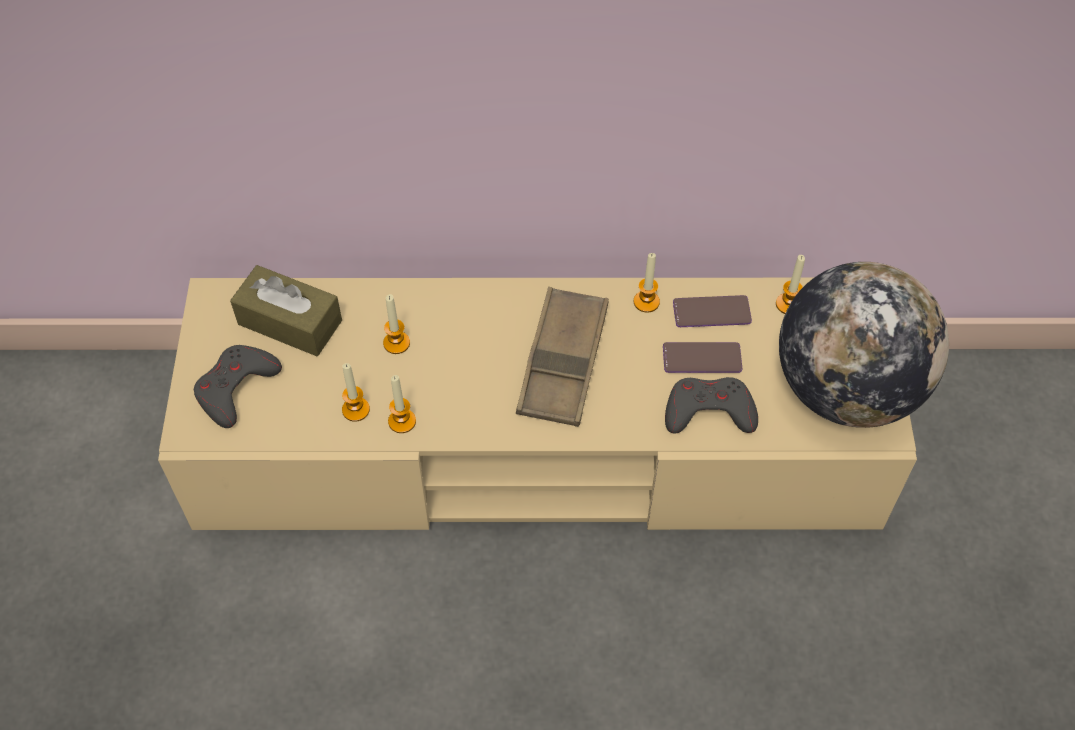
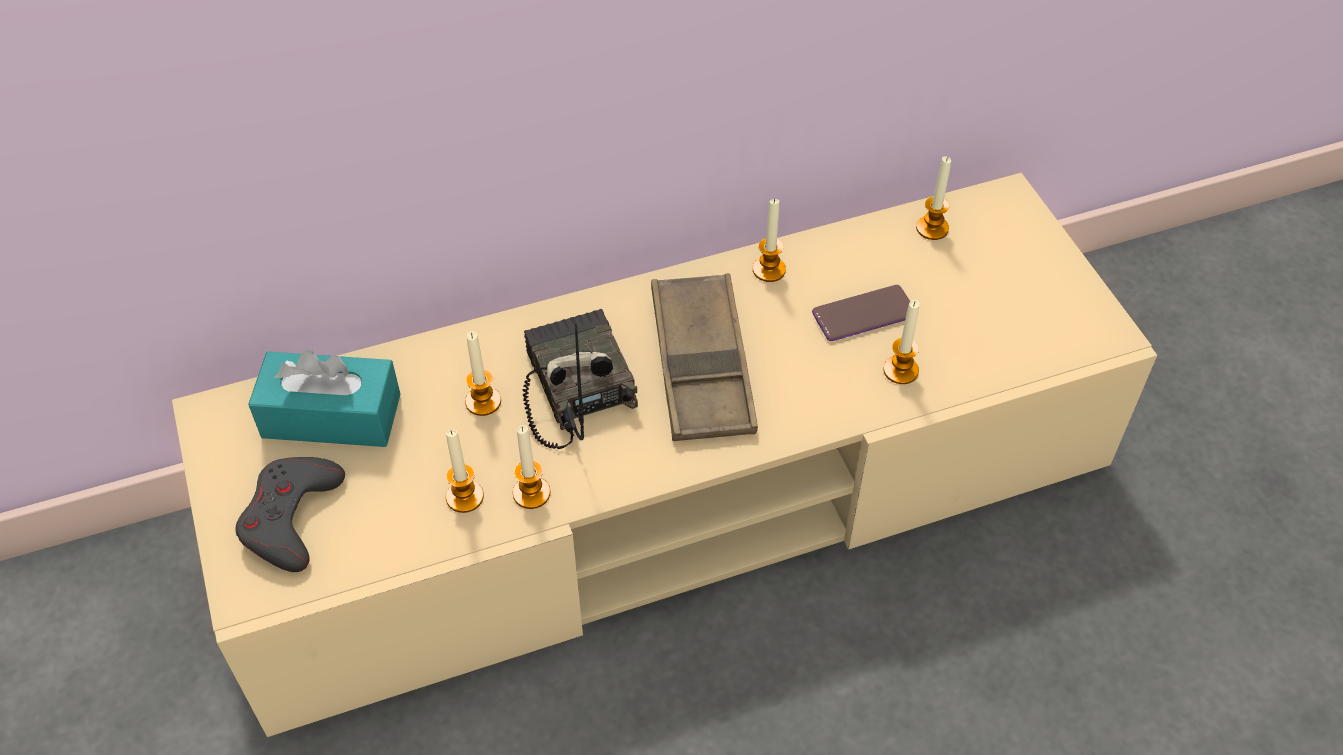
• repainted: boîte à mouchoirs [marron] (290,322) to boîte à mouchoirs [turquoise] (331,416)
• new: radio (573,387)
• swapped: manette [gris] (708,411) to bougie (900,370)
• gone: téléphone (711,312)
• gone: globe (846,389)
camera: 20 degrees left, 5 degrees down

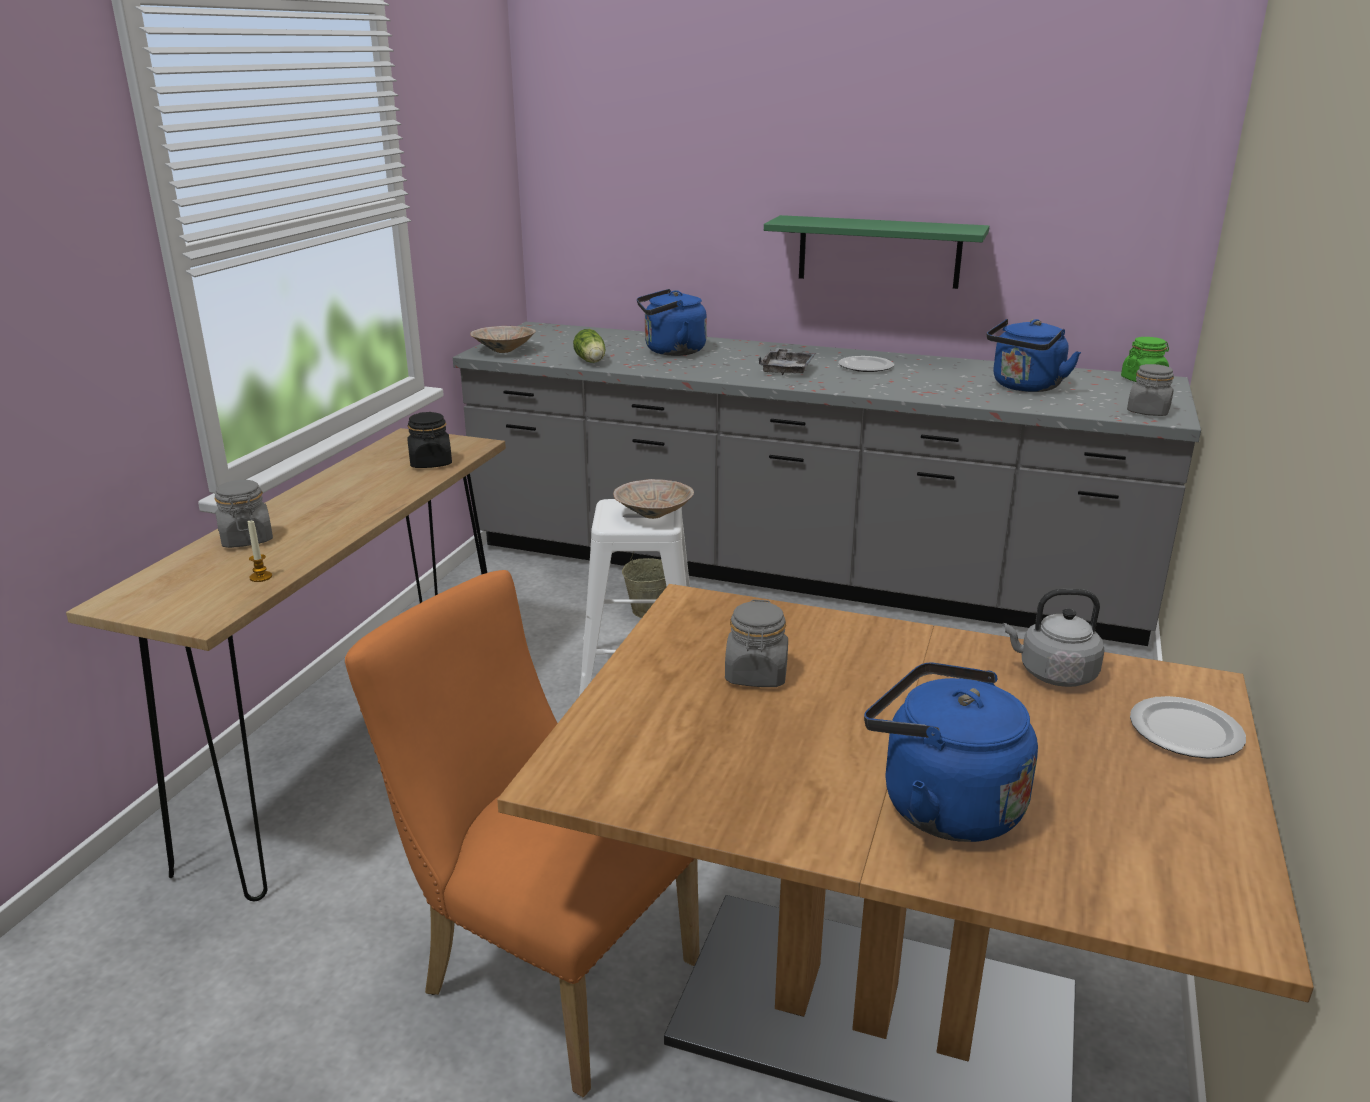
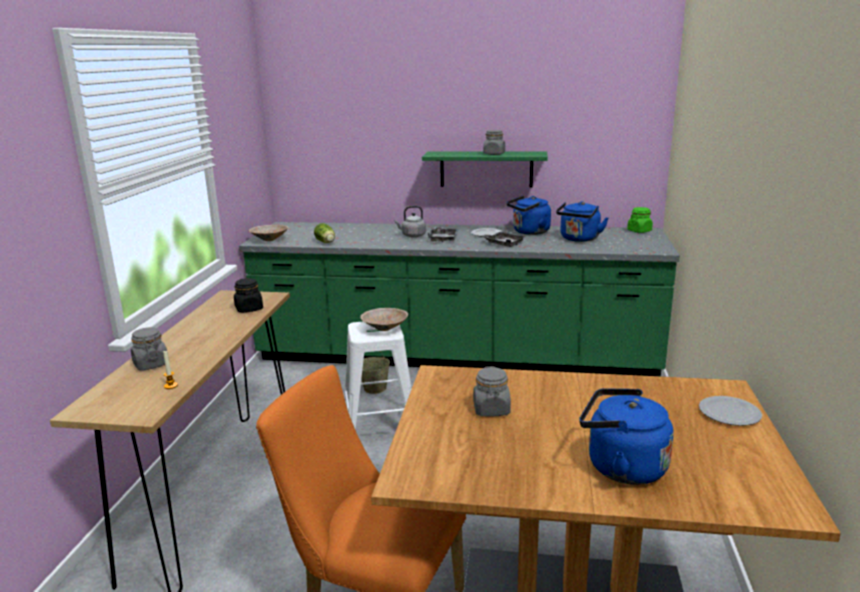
• repainted: comptoir de cuisine [gris] (798,571) to comptoir de cuisine [vert] (455,356)
• shifted: bouilloire [gris] (1053,674) to (412,235)
• new: plateau [gris] (503,244)
• shifted: bocal [gris] (1148,412) to (494,154)
• shifted: bouilloire [bleu] (671,351) to (529,232)
camera: 10 degrees left, 5 degrees down

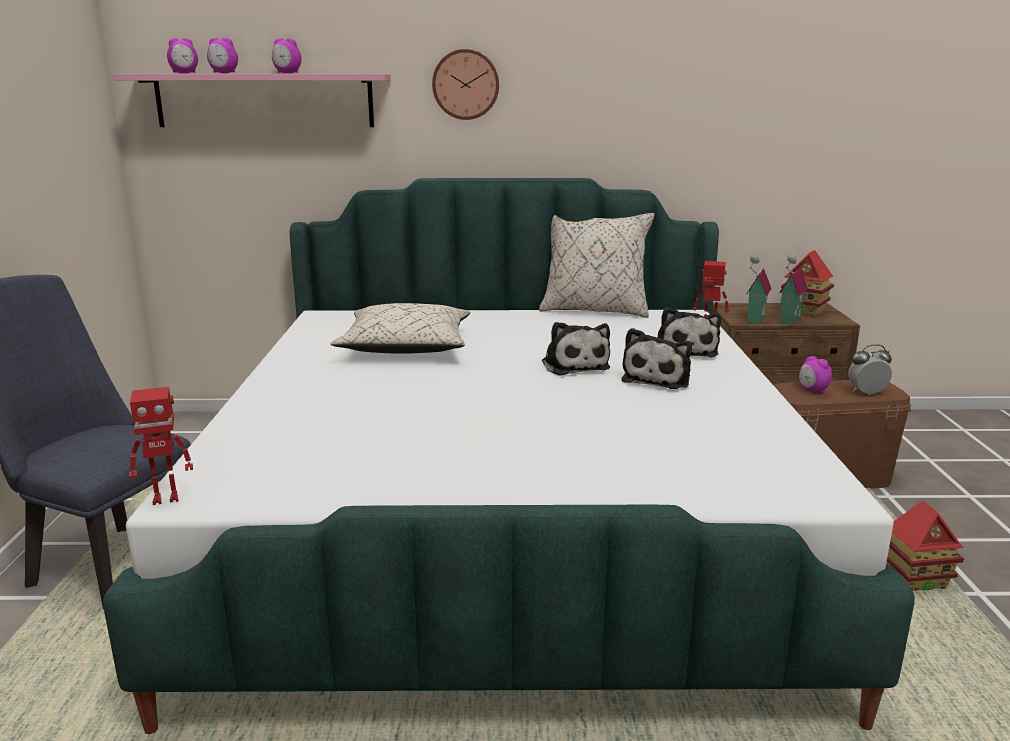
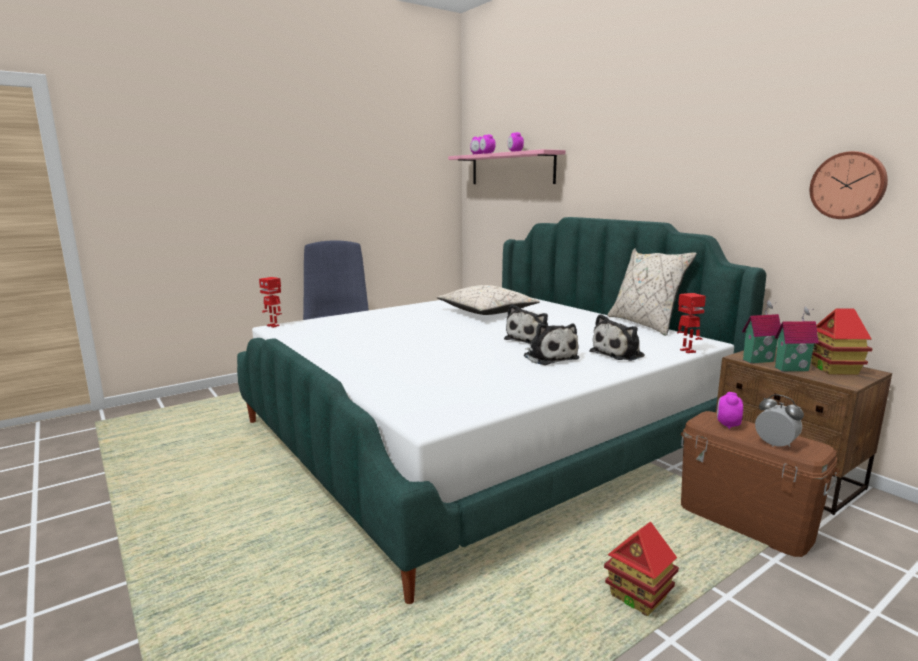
• rotated: peluche (658,378) = (549,357) 105 degrees counterclockwise
• shifted: horloge murale (466,84) to (848,185)
camera: 55 degrees right, 5 degrees down

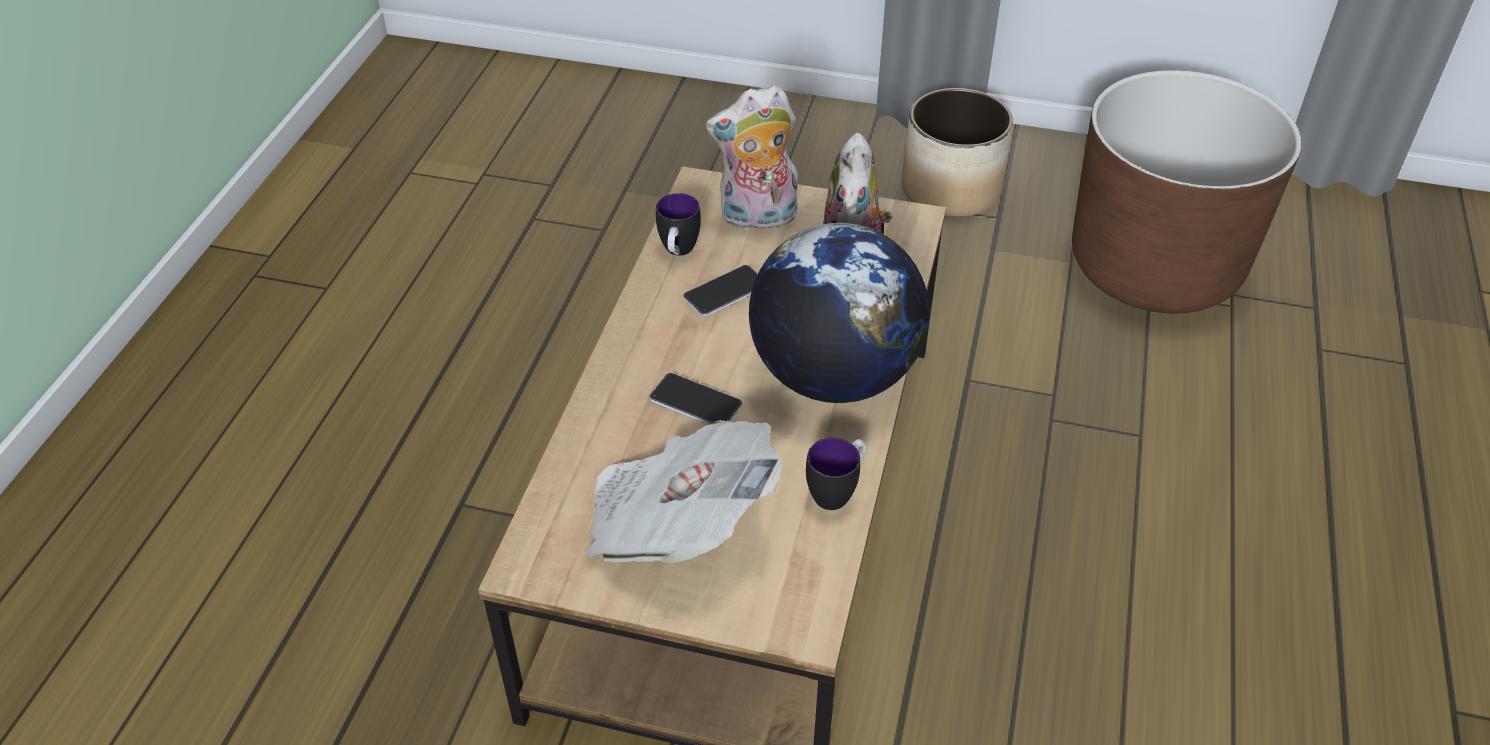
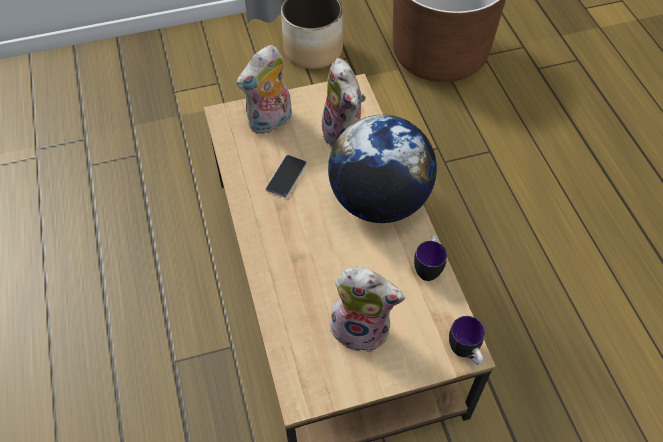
• swapped: journal (678,524) to peluche (362,328)
• shifted: mug (678,252) to (465,353)
• gone: téléphone (695,402)
camera: 30 degrees left, 10 degrees up

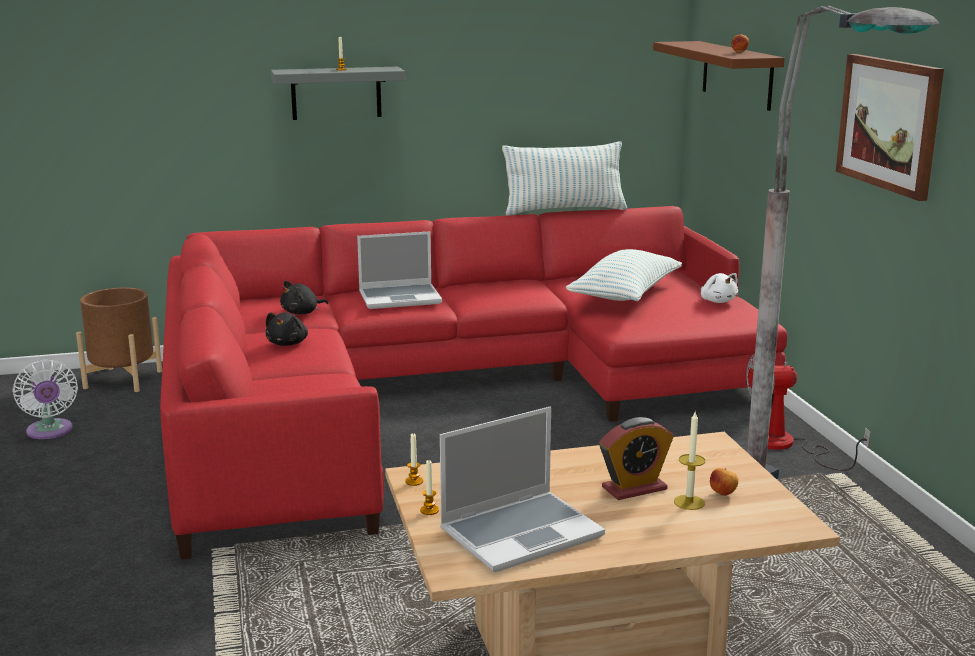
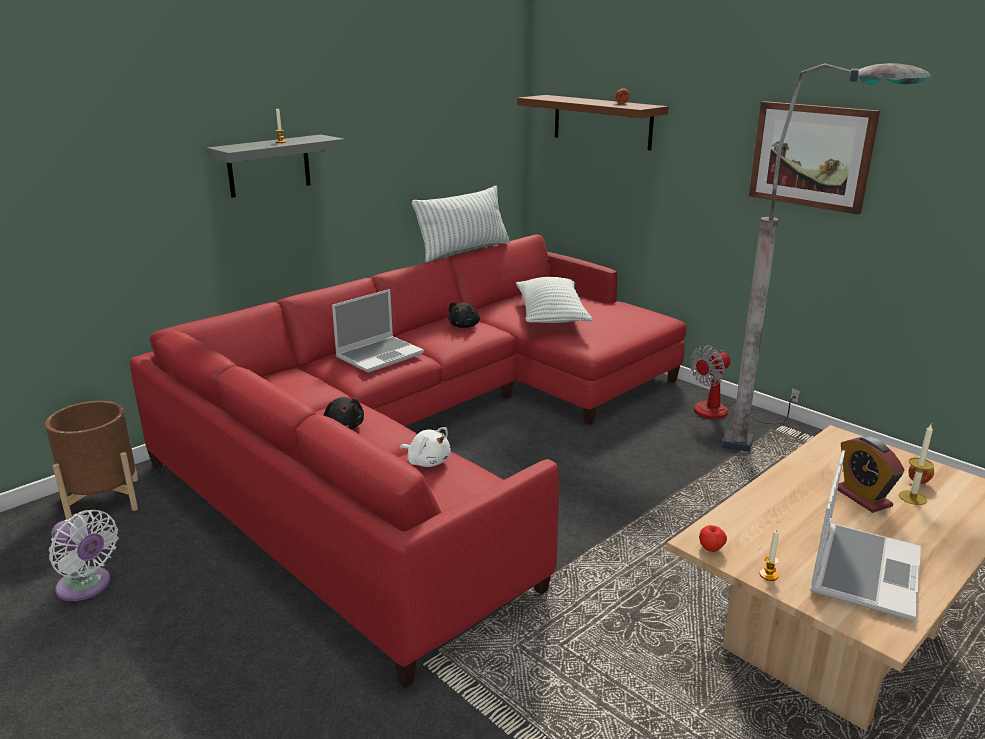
• shifted: peluche [blanc] (717,301) to (427,461)
• shifted: peluche [noir] (302,313) to (465,326)
• swapped: bougie (414,481) to pomme (711,548)
• rotated: réveil (634,488) = (862,497) 120 degrees clockwise
camera: 30 degrees left, 5 degrees up

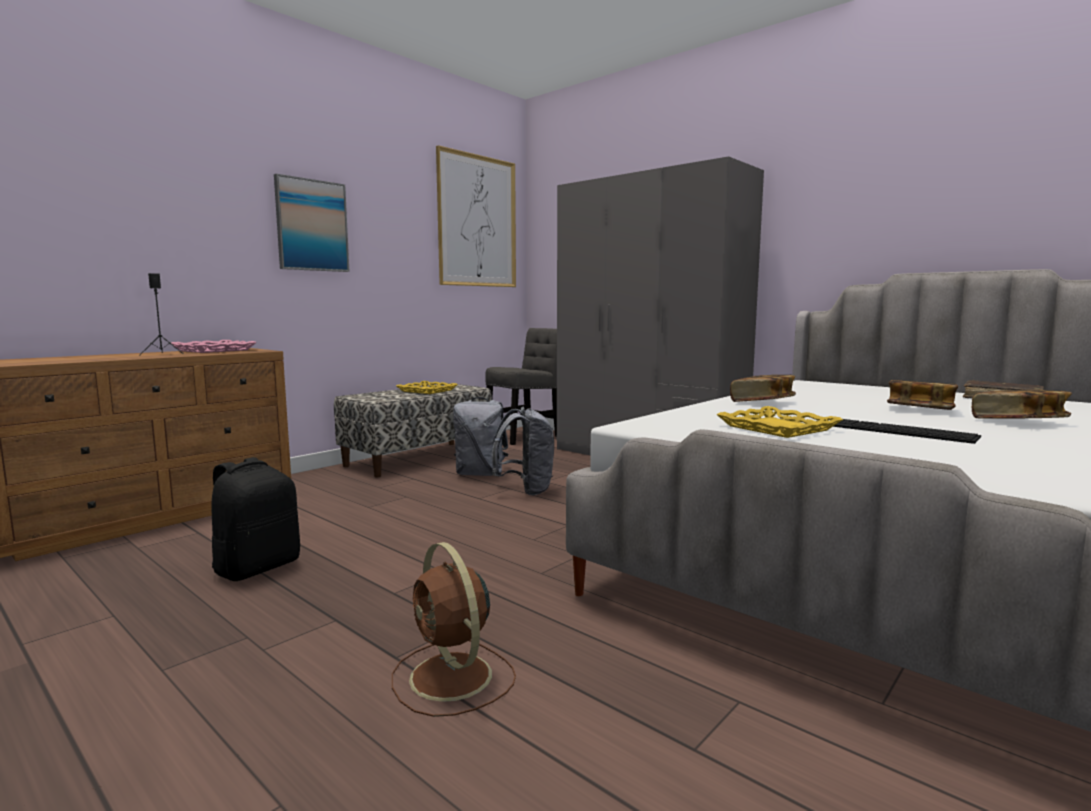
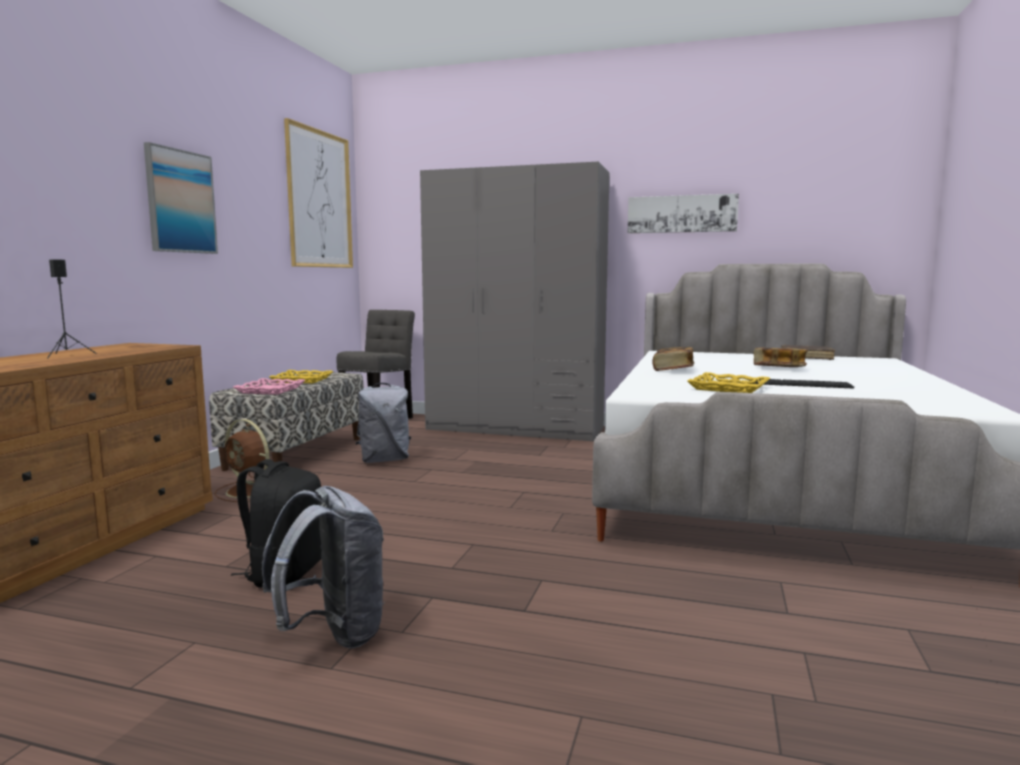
• shifted: ventilateur [marron] (452,678) to (250,491)
• shifted: plateau [rose] (214,350) to (270,390)
• shifted: sac à dos [gris] (525,490) to (333,634)
• new: tableau (681,214)
• gone: livre (1018,422)
camera: 25 degrees left, 0 degrees up

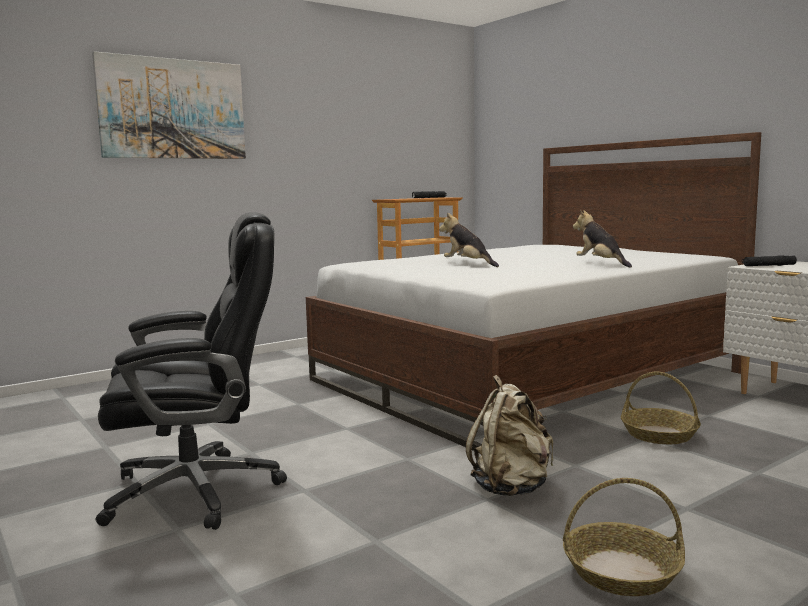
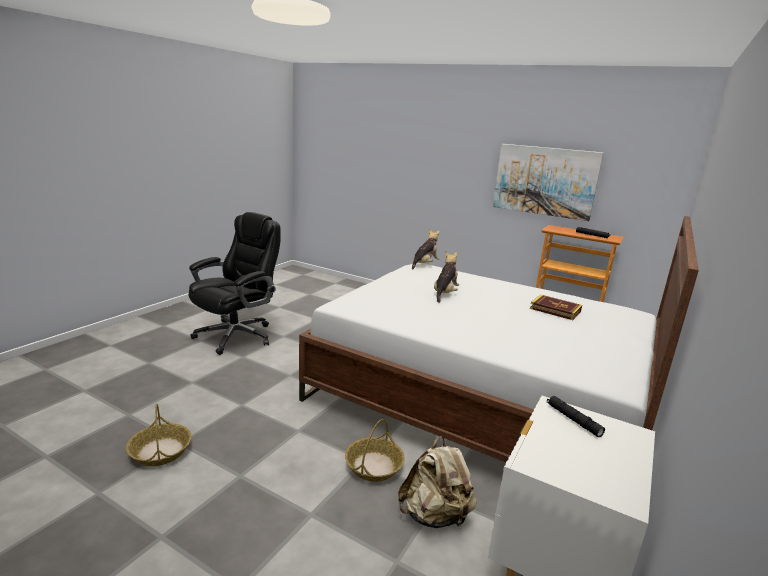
• rotated: chaise de bureau [noir] (198,491) = (236,335) 105 degrees counterclockwise
• shifted: sac à dos [beige] (511,487) to (435,515)
• shifted: peluche (600,264) to (424,264)
• shifted: tableau (173,109) to (545,181)
• new: livre (555,310)
camera: 65 degrees right, 10 degrees up

